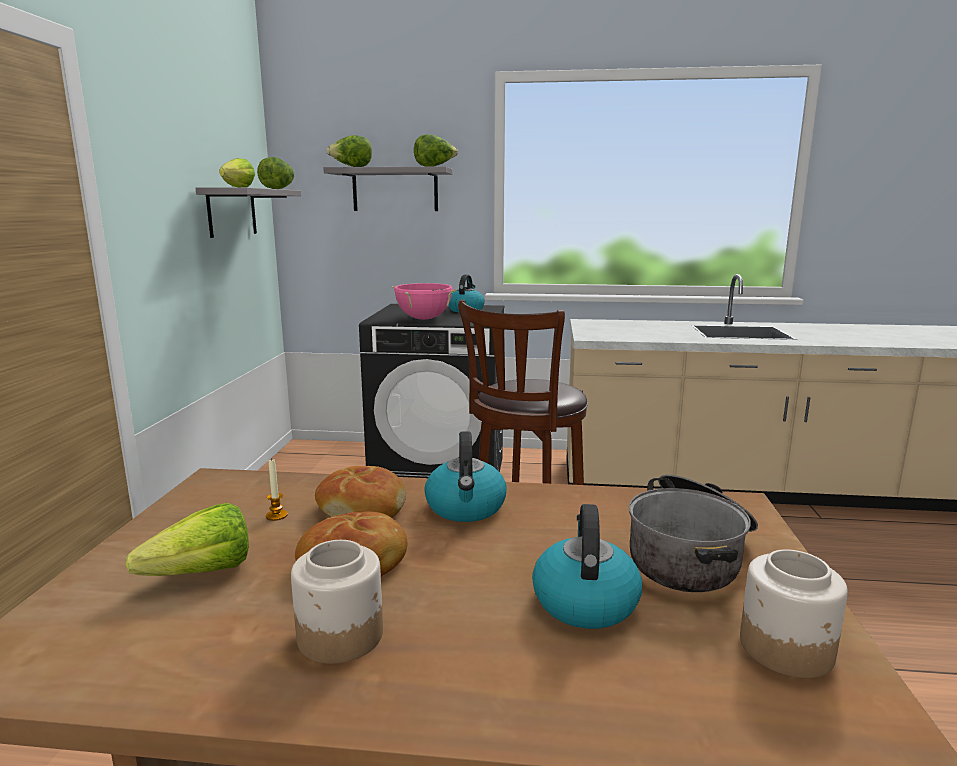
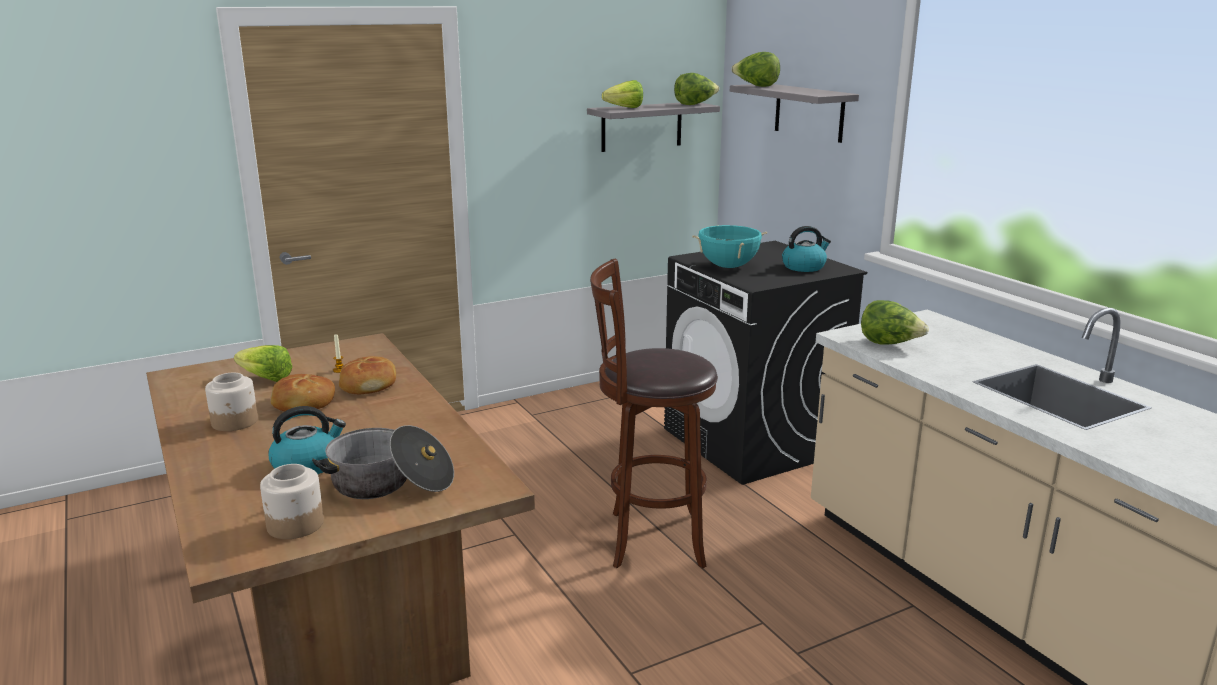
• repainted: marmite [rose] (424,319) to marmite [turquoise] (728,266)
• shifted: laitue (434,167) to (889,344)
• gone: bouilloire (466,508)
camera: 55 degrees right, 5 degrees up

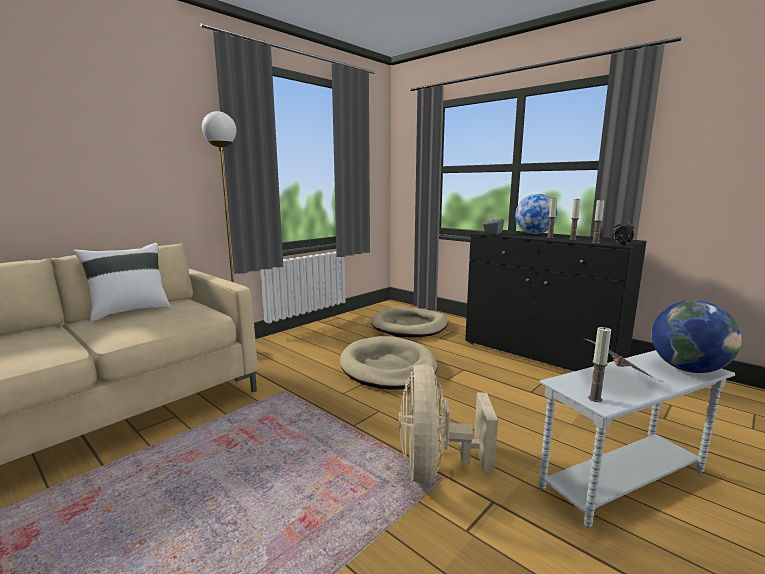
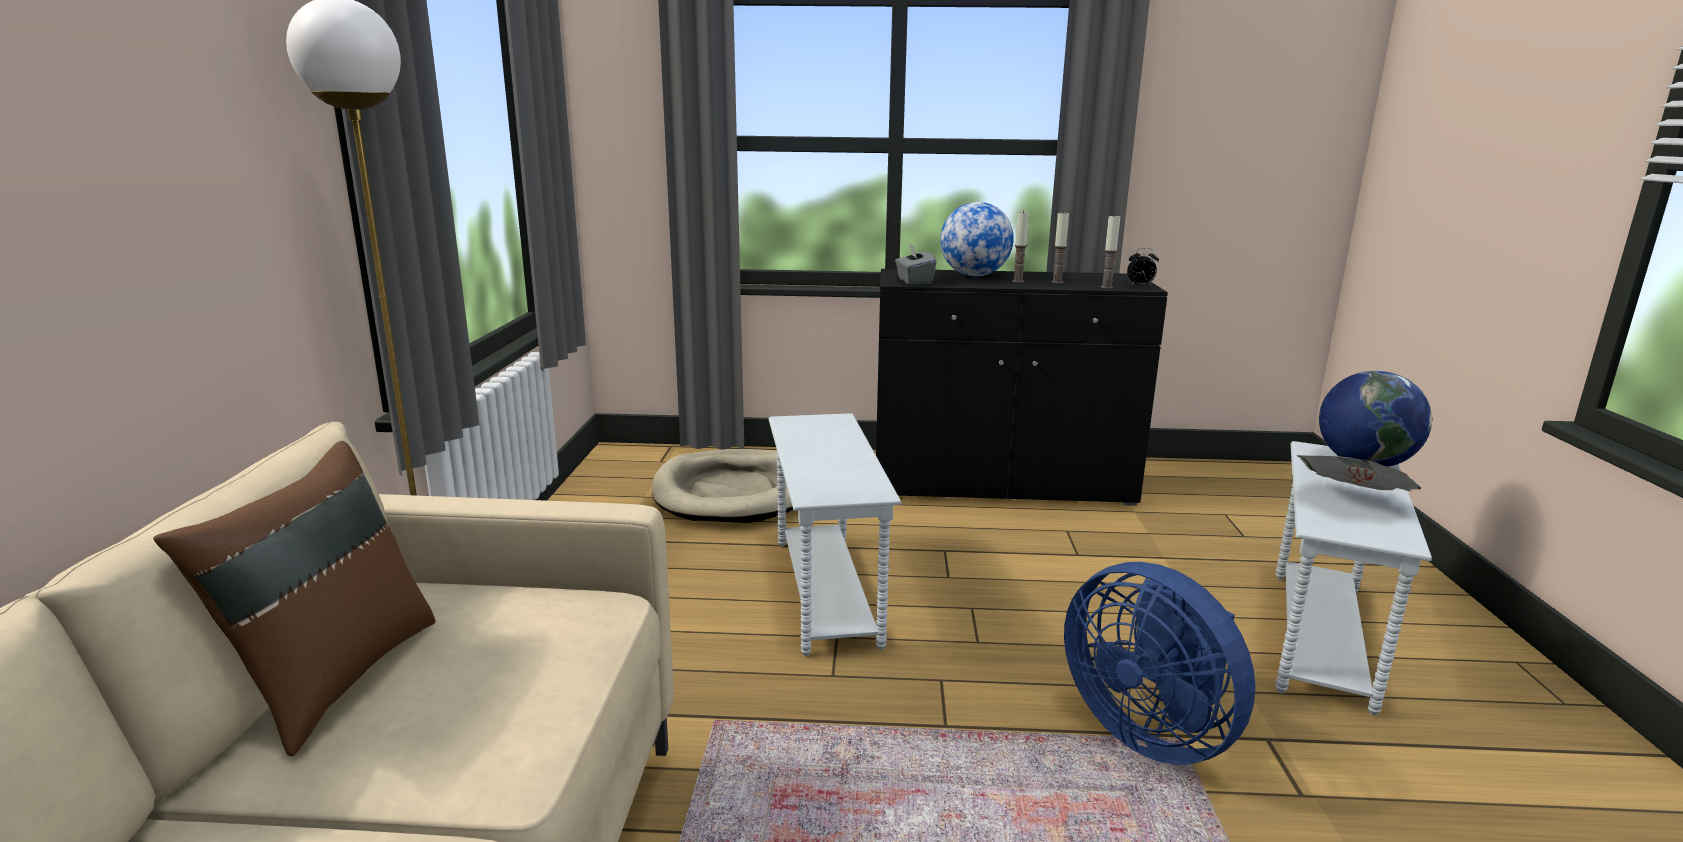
• repainted: coussin [blanc] (129,311) to coussin [marron] (333,678)
• swapped: panier pour chien [beige] (388,367) to table d'appoint [blanc] (827,591)
• repainted: ventilateur [beige] (435,468) to ventilateur [bleu] (1149,731)
• gone: bougie (595,399)
camera: 40 degrees left, 5 degrees up

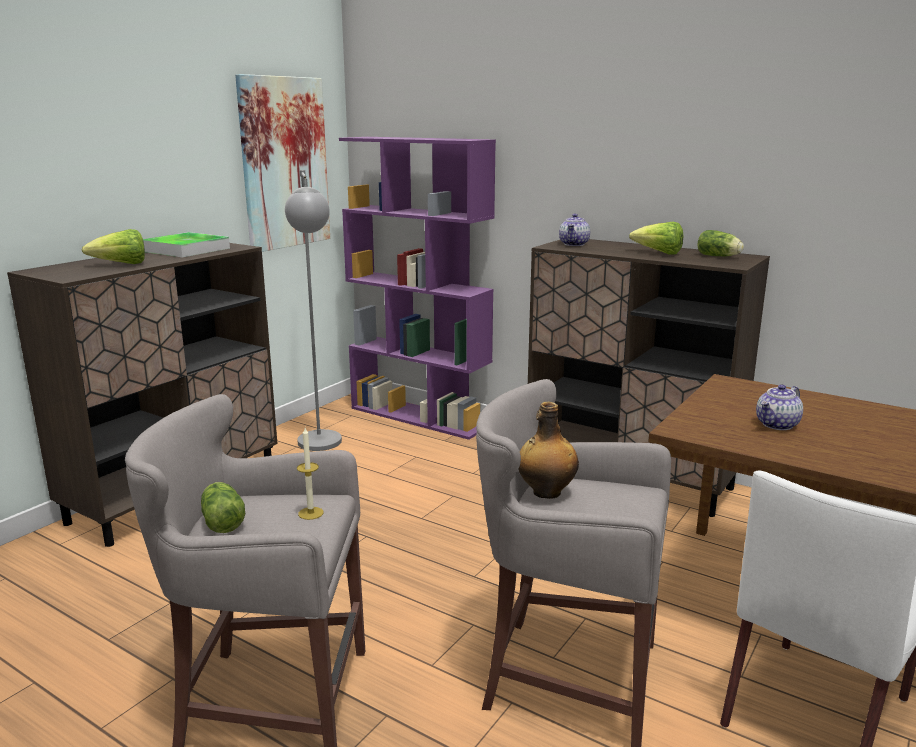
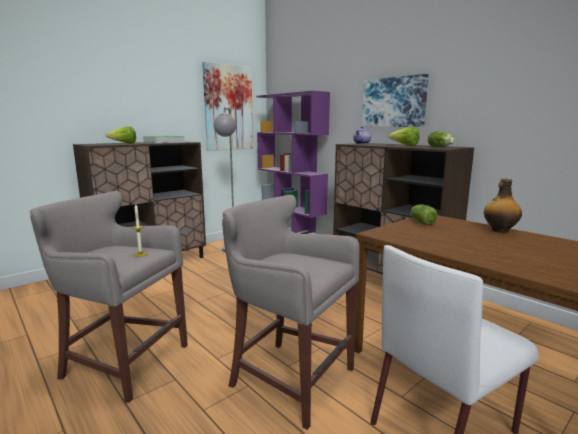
• new: tableau (394,102)
• shifted: laitue (222,520) to (421,222)
• shifted: bouteille (545,492) to (499,230)
• gone: théière (777,425)
camera: 15 degrees right, 5 degrees down

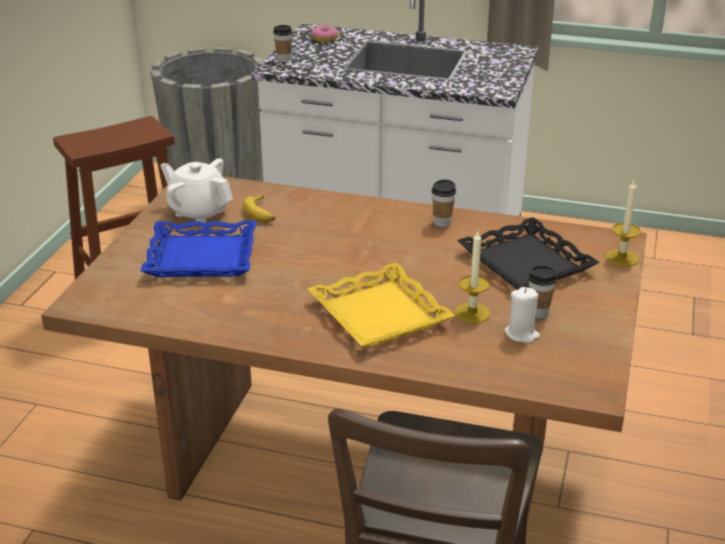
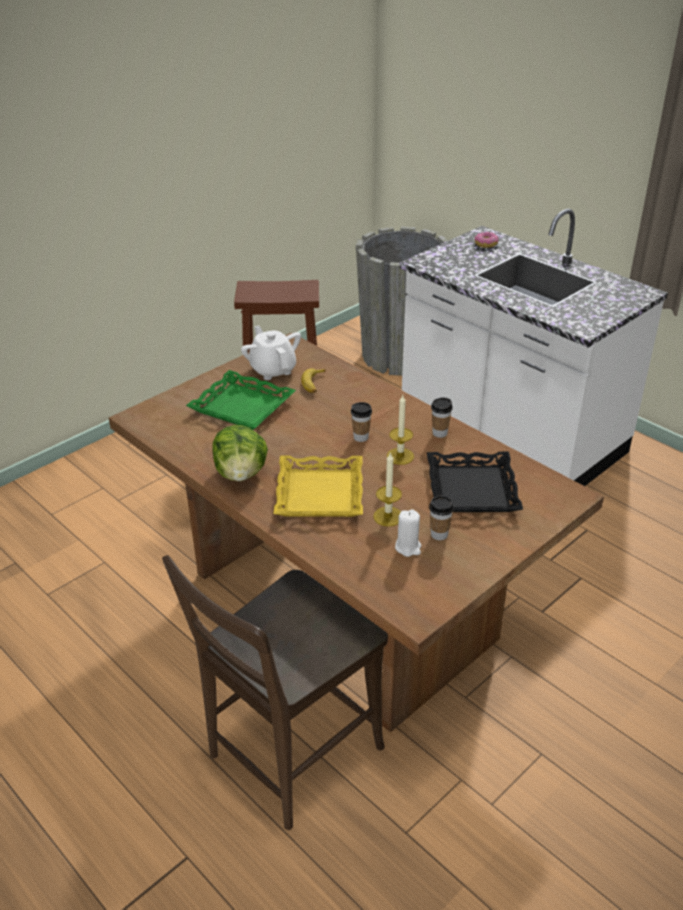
• repainted: plateau [bleu] (202,256) to plateau [vert] (243,406)
• new: laitue (241,474)
• shifted: tasse (283,59) to (361,437)
• shifted: bougie (622,258) to (400,456)
camera: 30 degrees right, 5 degrees up

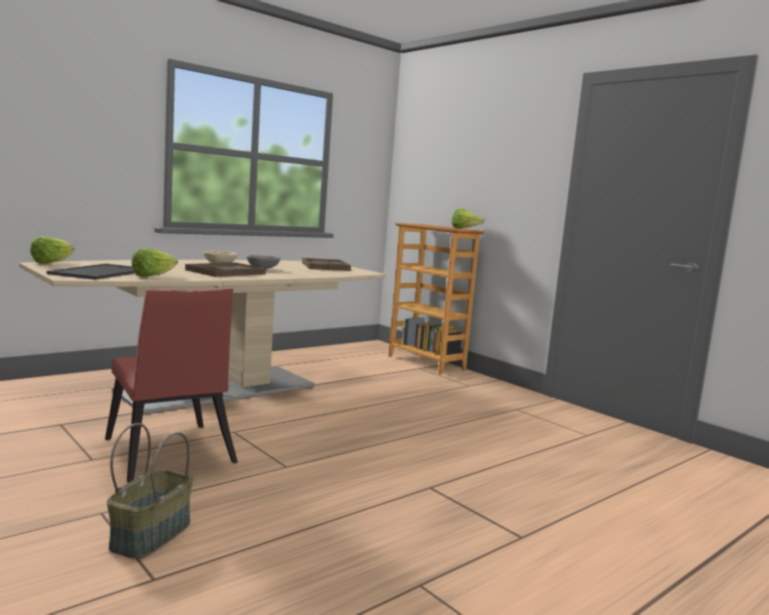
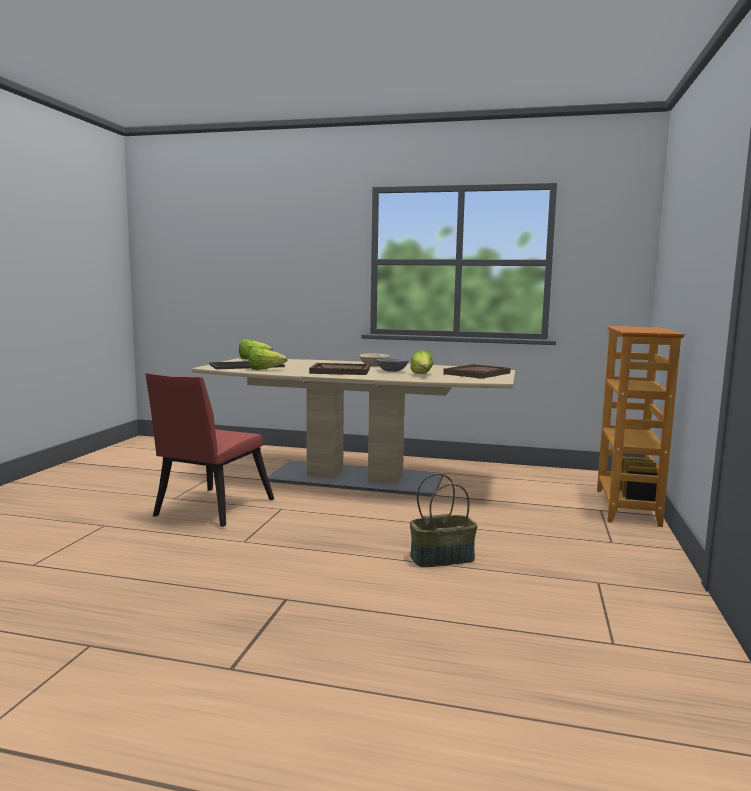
• shifted: laitue (464,229) to (422,375)
• shifted: panier (150,535) to (442,558)
camera: 55 degrees right, 0 degrees up

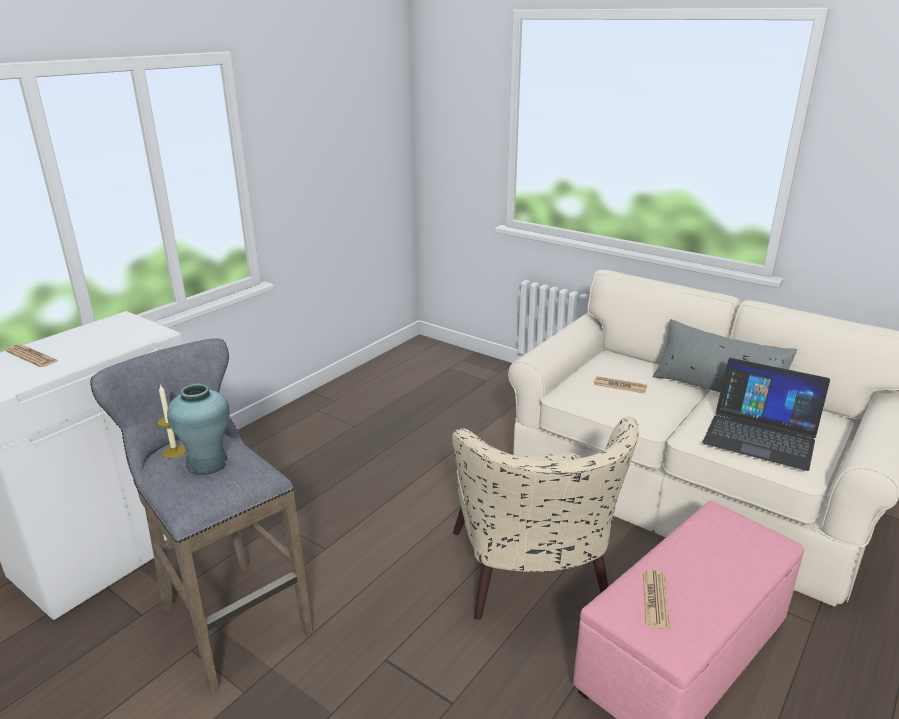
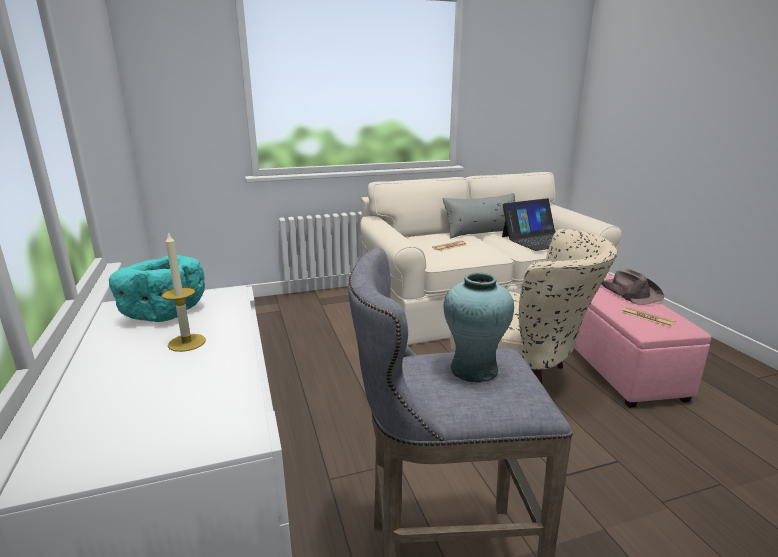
• new: bol [turquoise] (163,312)
• shifted: bougie (174,451) to (187,342)
• new: chapeau [marron] (629,292)
• gone: journal (32,356)
camera: 55 degrees left, 5 degrees down

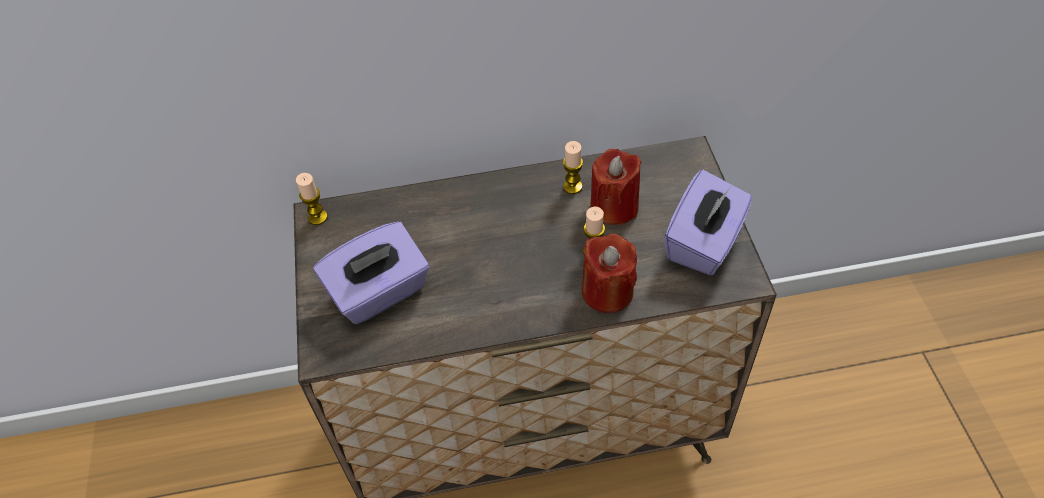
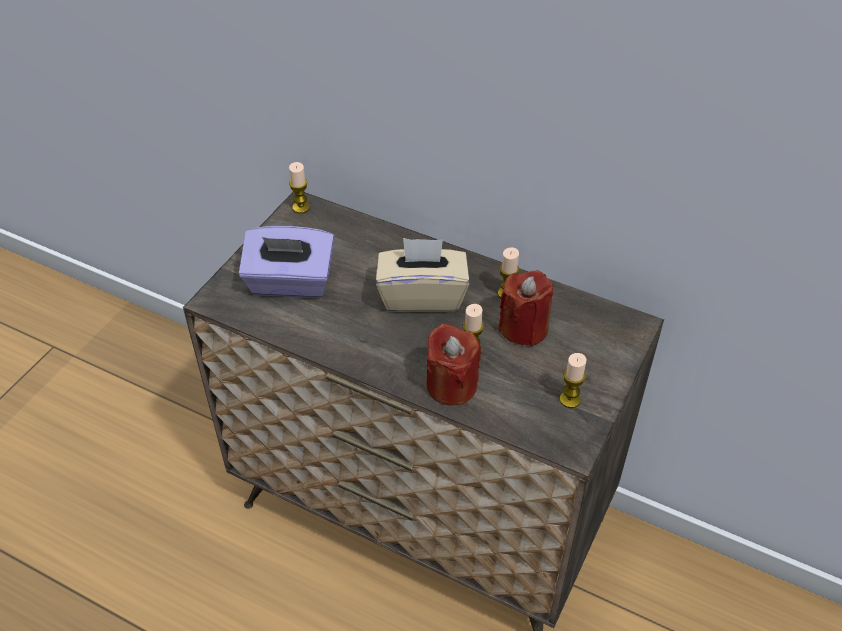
• new: boîte à mouchoirs [beige] (422,296)
• swapped: boîte à mouchoirs [violet] (704,243) to bougie (570,399)
camera: 35 degrees right, 5 degrees down

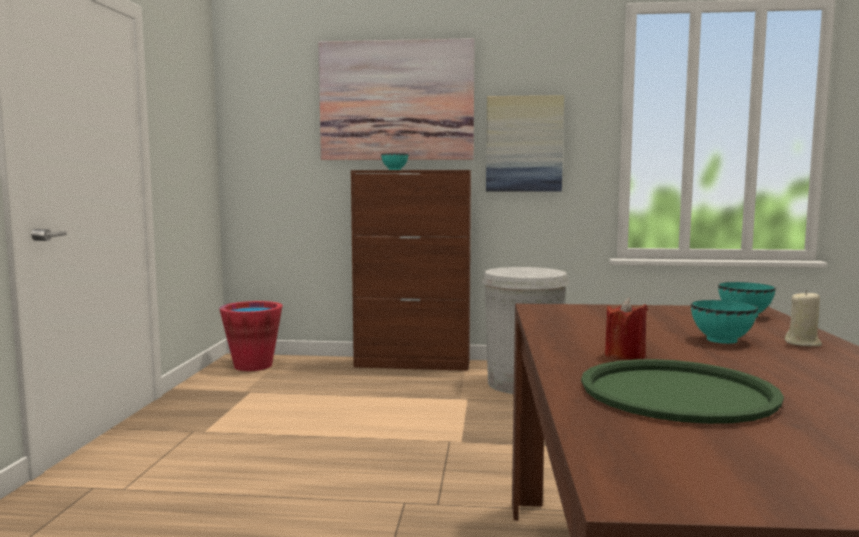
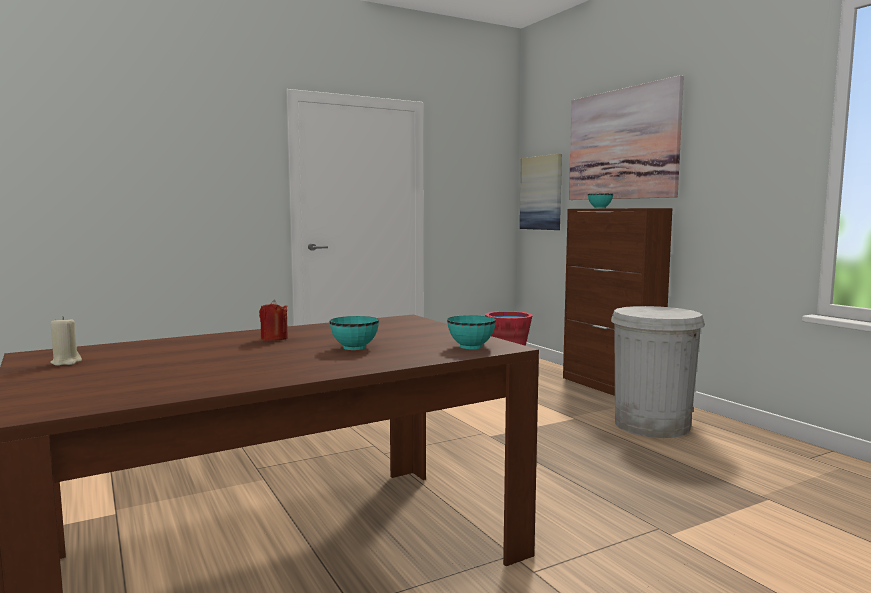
• shifted: bougie [beige] (803,343) to (66,362)
• shifted: tableau (524,144) to (541,193)
• gone: plateau [vert] (677,393)
camera: 55 degrees right, 0 degrees up

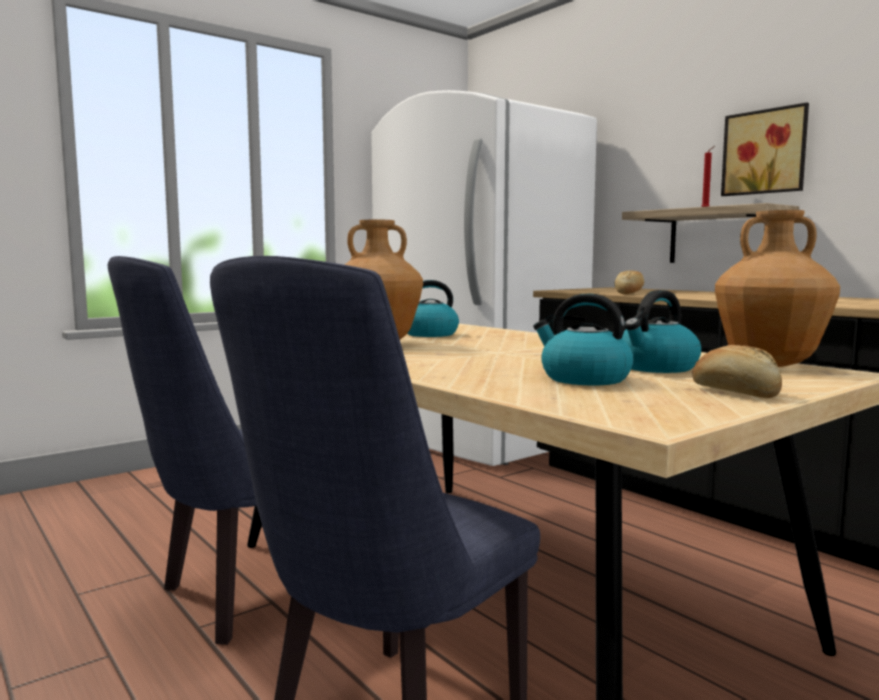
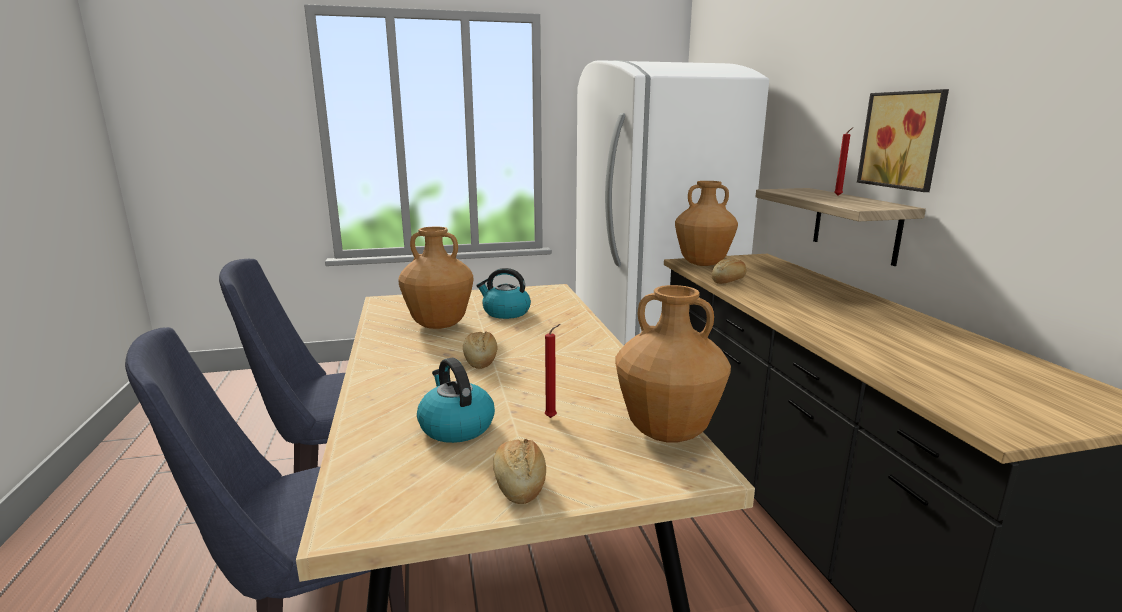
• new: pain (480,360)
• swapped: bouilloire (656,368) to bougie [rouge] (552,417)
• new: vase [marron] (703,264)
camera: 25 degrees right, 10 degrees up

